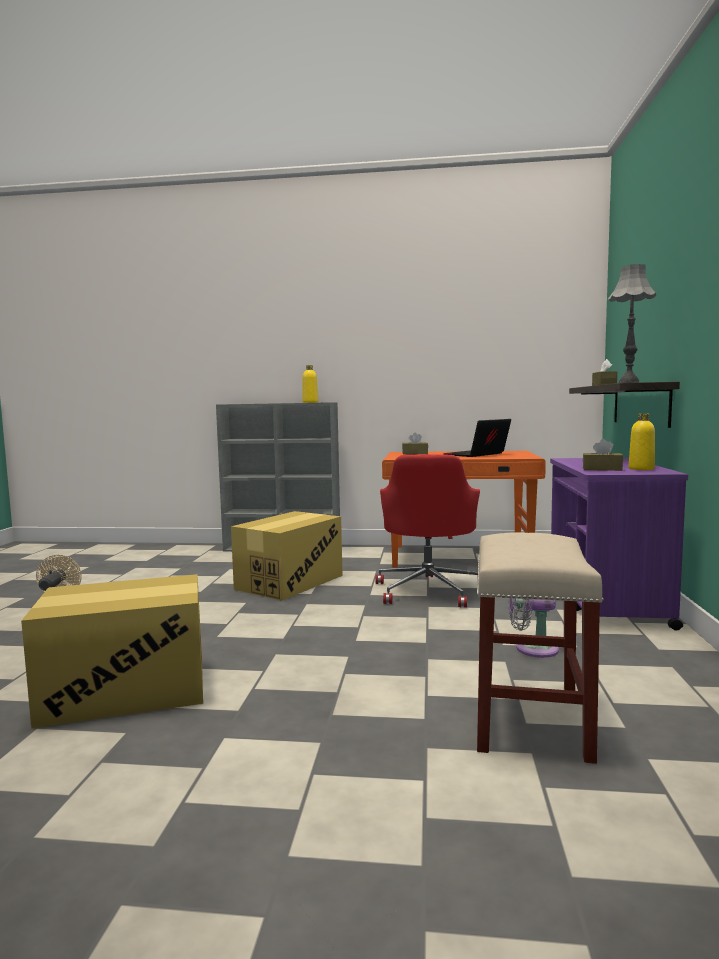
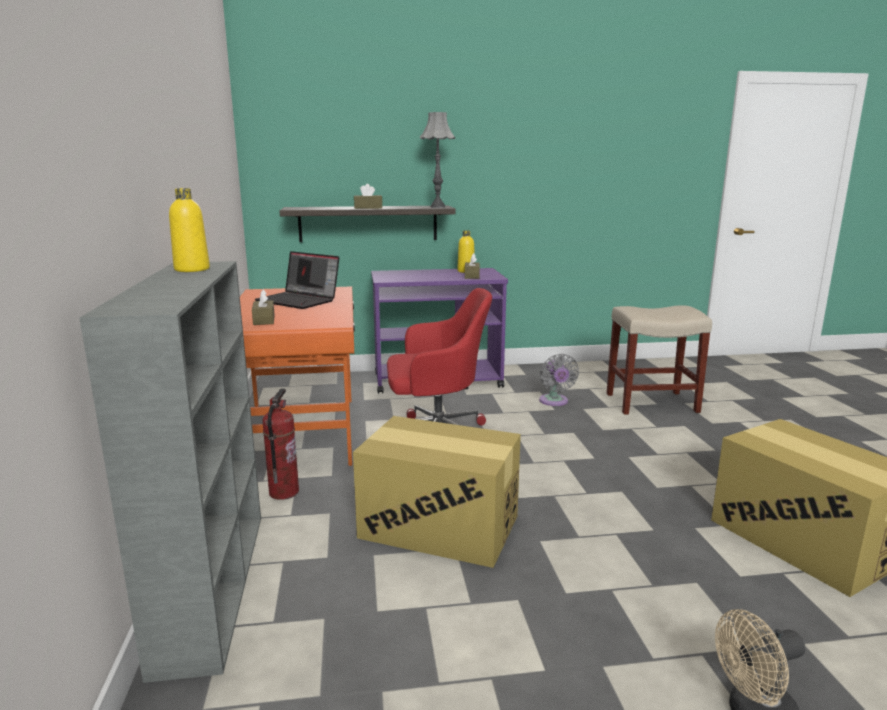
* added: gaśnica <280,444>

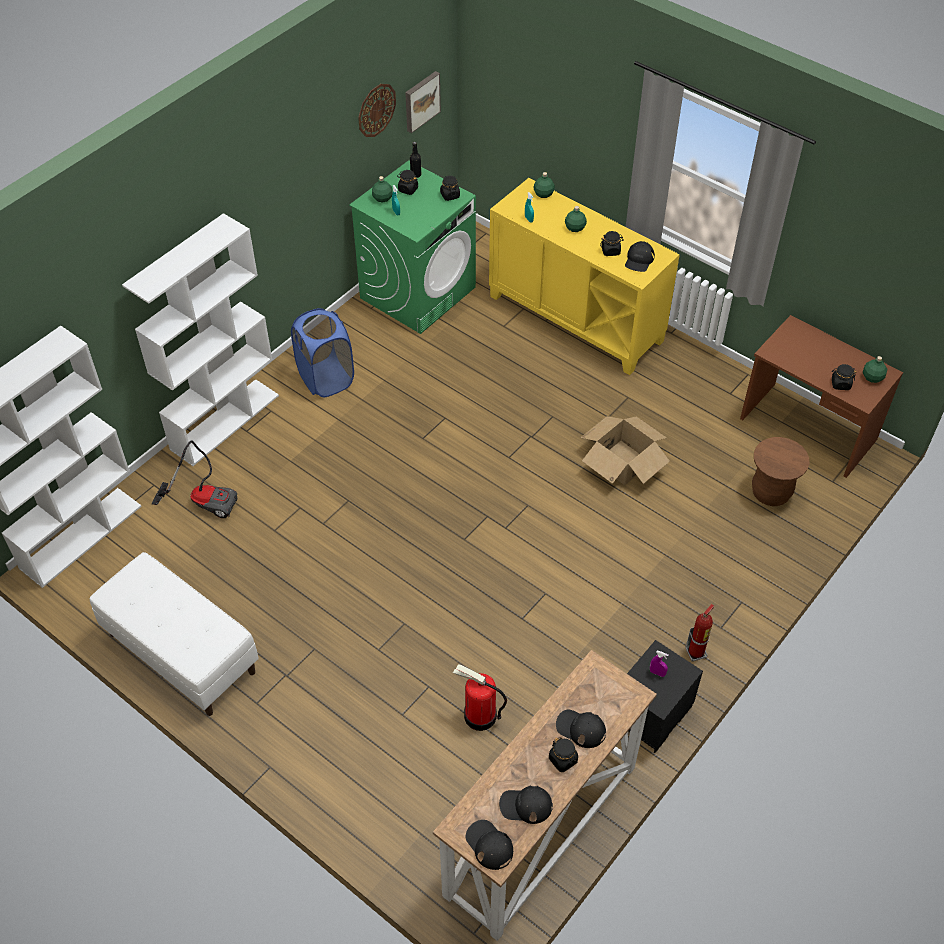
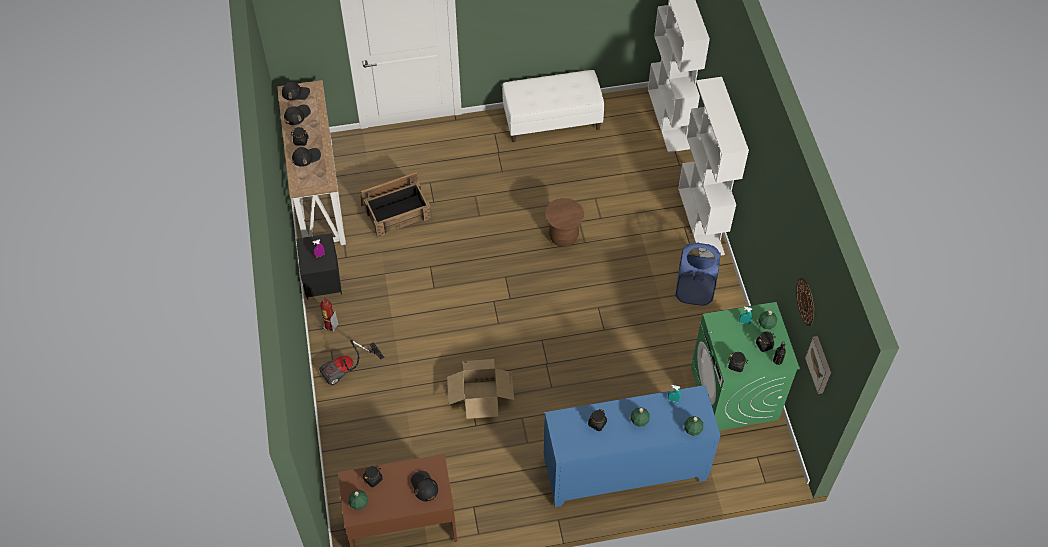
* recoloured: szafka [żółty] <584,276> to szafka [niebieski] <632,446>
* moved: czapka z daszkiem [czarny] <640,256> to <424,486>
* moved: stołek [brązowy] <781,471> to <564,222>
* moved: odkurzacz <194,479> to <352,363>
* replaced: gaśnica <480,697> to skrzynka <396,204>

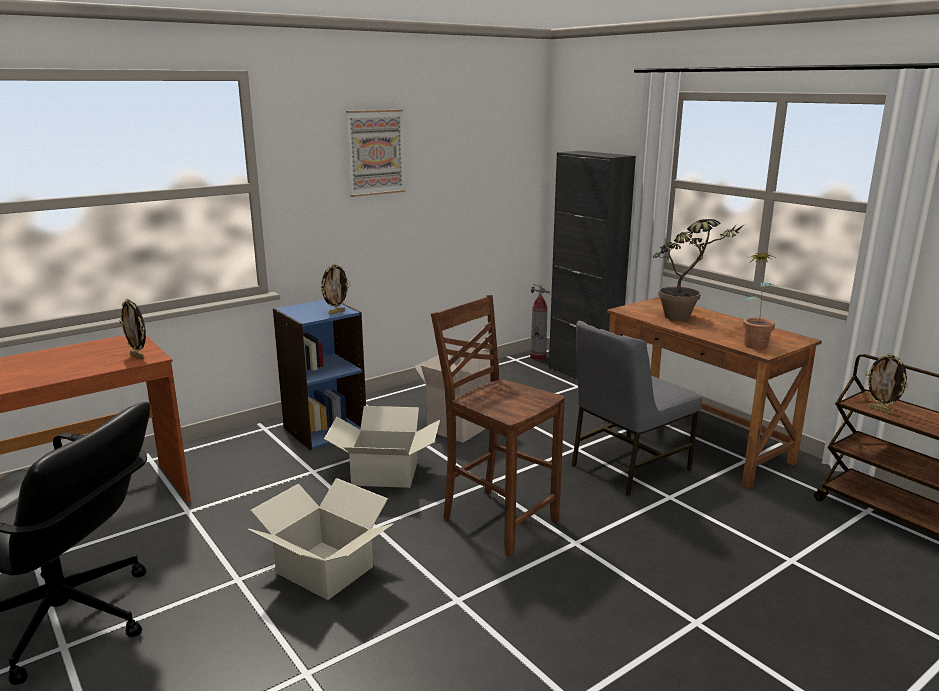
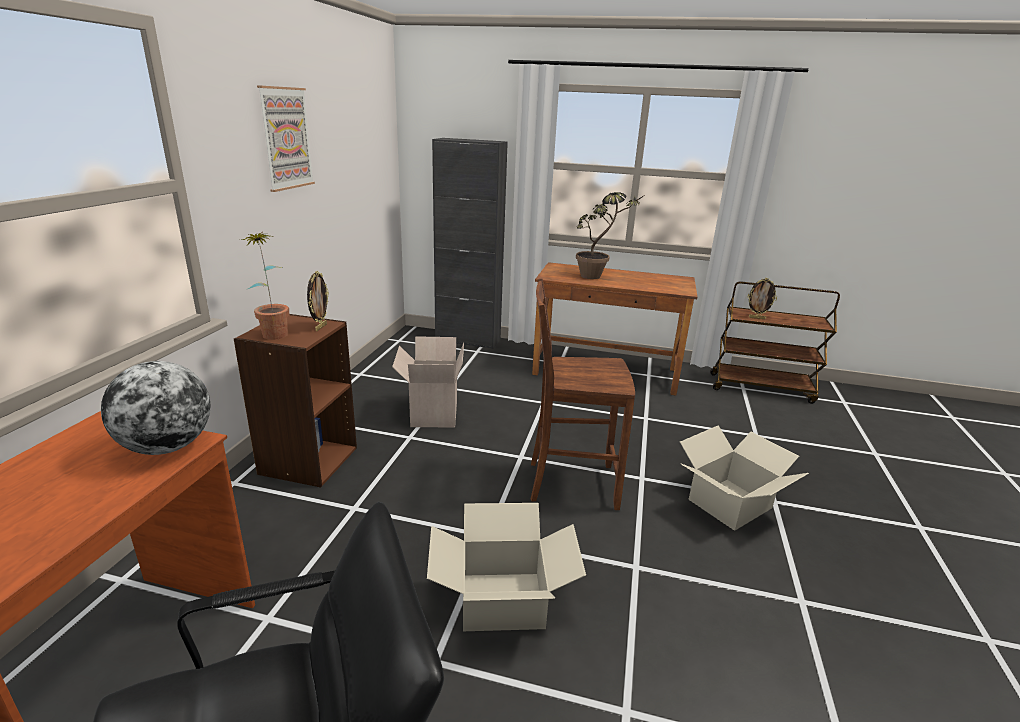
* moved: roślina doniczkowa <759,301> to <266,286>
* removed: gaśnica <540,322>
* replaced: ramka na zdjęcie <133,329> to globus <156,408>
* recoloured: regał [niebieski] <319,374> to regał [brązowy] <295,401>
* removed: krzesło [szary] <637,408>
* moved: karton <382,447> to <744,478>

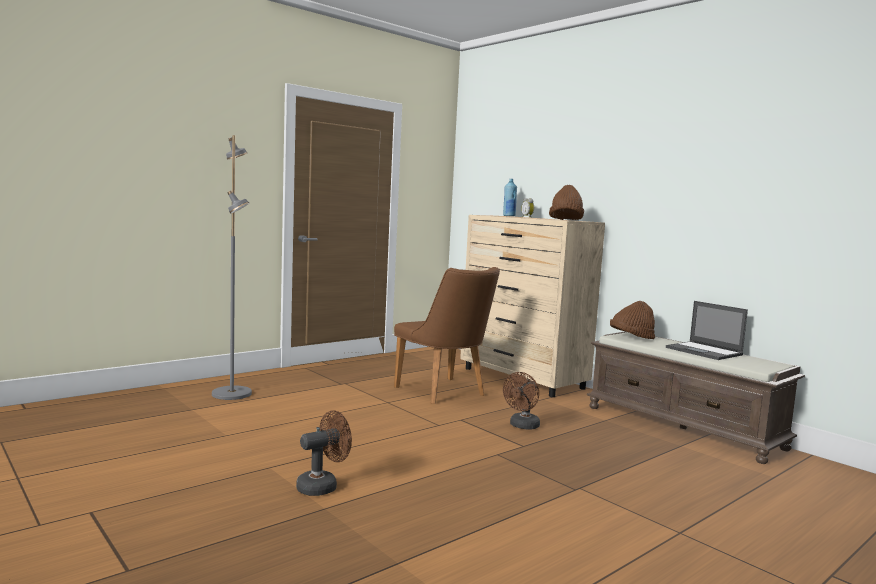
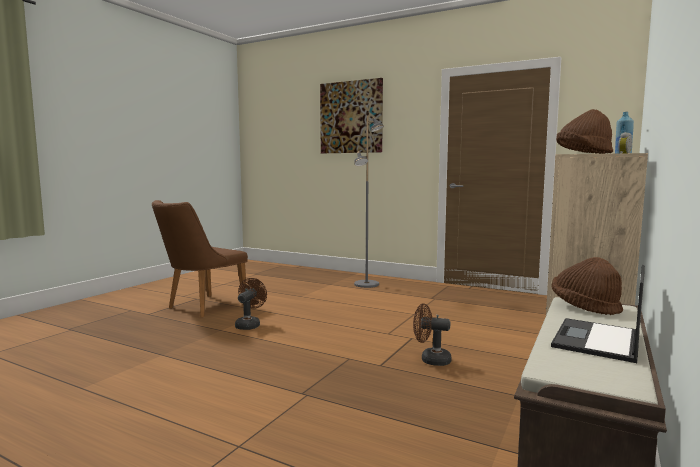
* moved: krzesło [brązowy] <447,335> to <200,258>
* turned: wentylator [brązowy] <324,453> = <251,304> 105 degrees counterclockwise
* added: obraz <351,115>

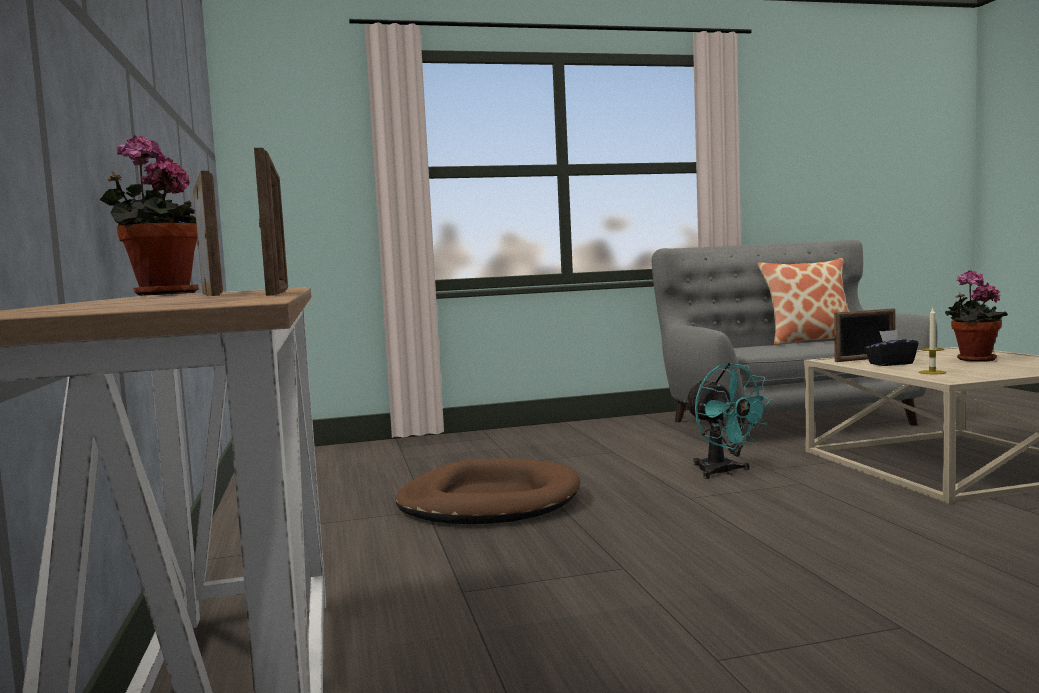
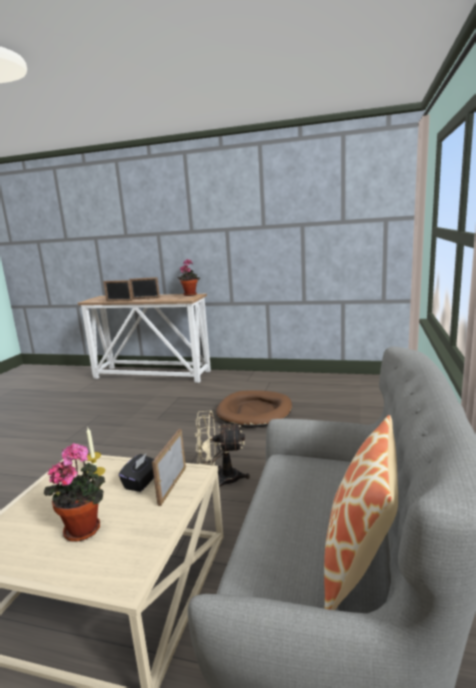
* recoloured: wentylator [turkusowy] <728,421> to wentylator [beżowy] <222,449>

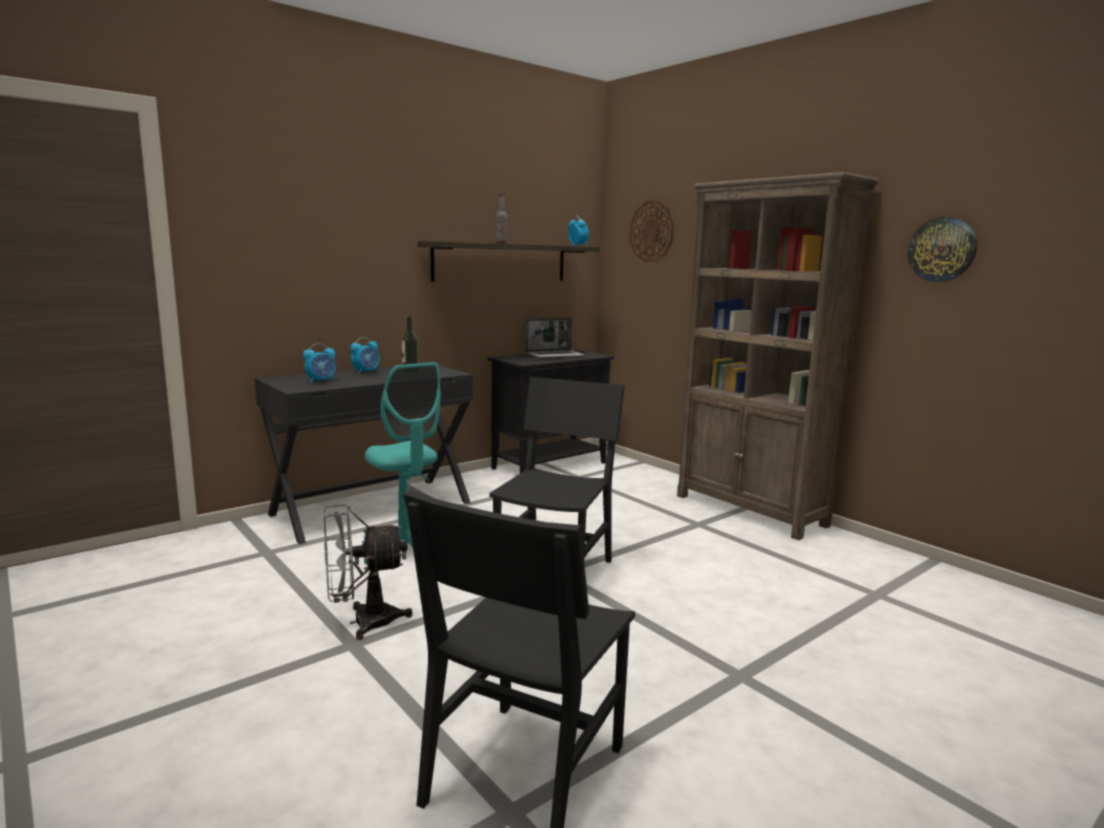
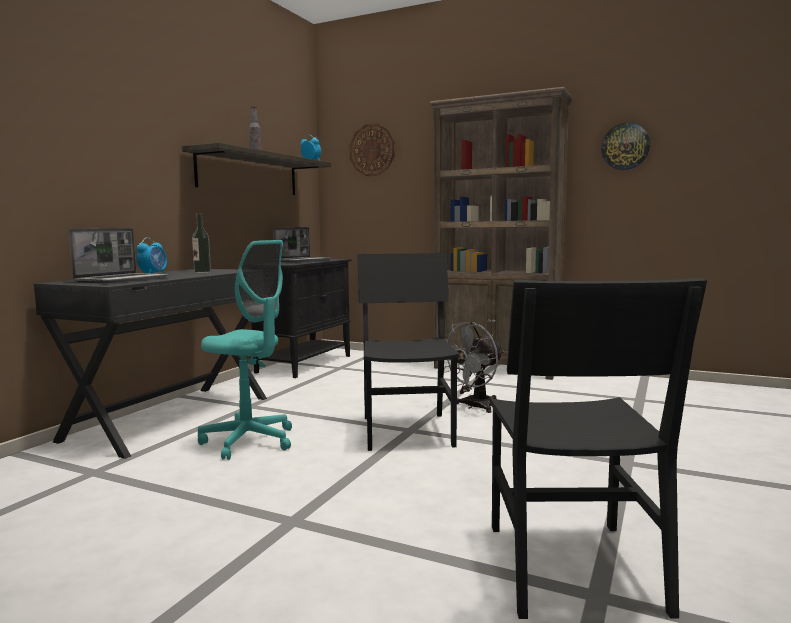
* replaced: budzik <319,363> to laptop <118,255>
* moved: wentylator [szary] <368,572> to <474,367>

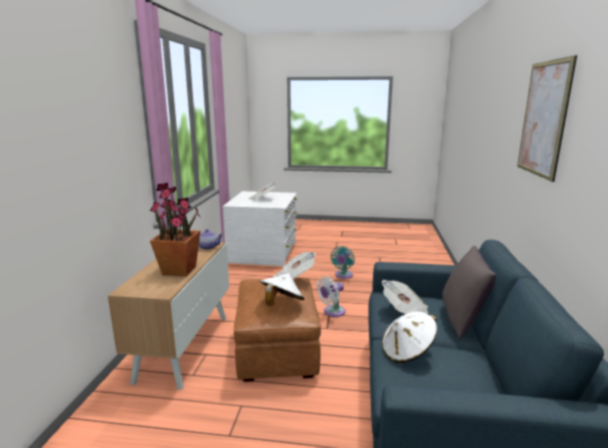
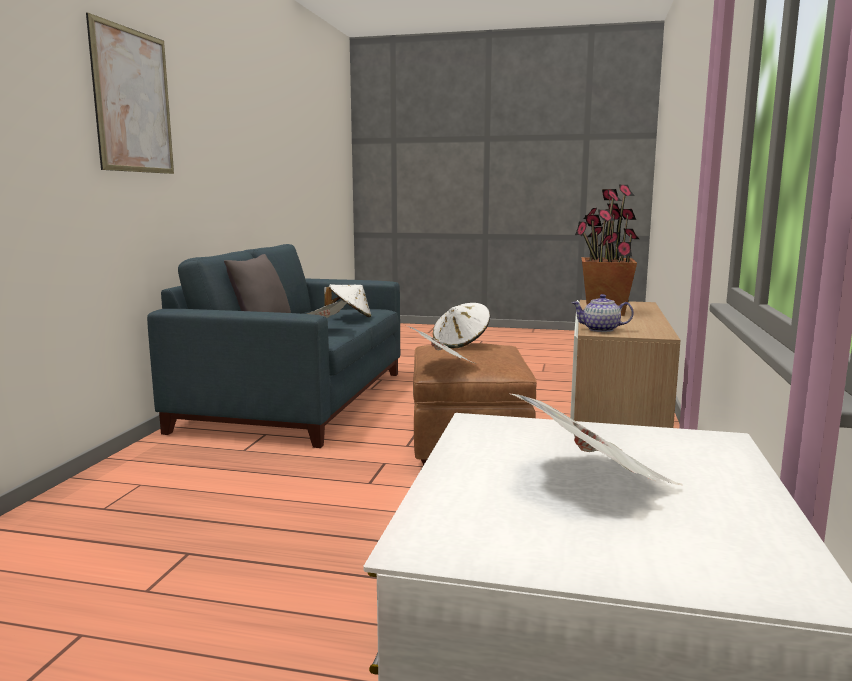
* removed: wentylator [turkusowy] <342,262>
* removed: wentylator [biały] <331,296>

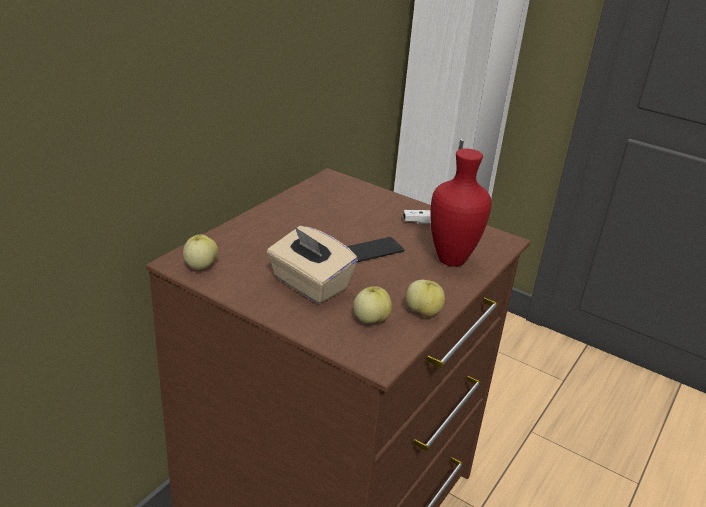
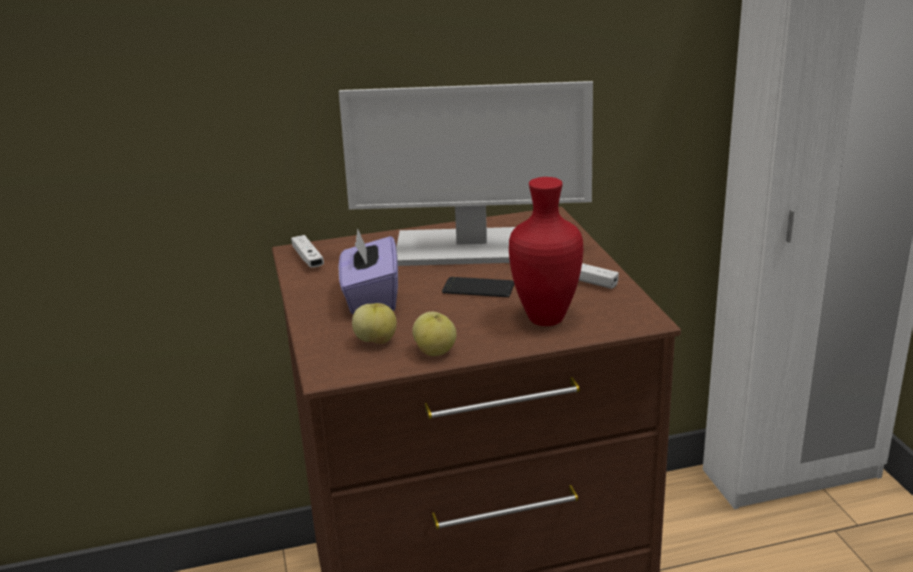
* recoloured: pudełko chusteczek [beżowy] <312,265> to pudełko chusteczek [fioletowy] <368,271>
* replaced: jabłko <200,252> to pad do gier [biały] <307,251>
* added: monitor <466,173>

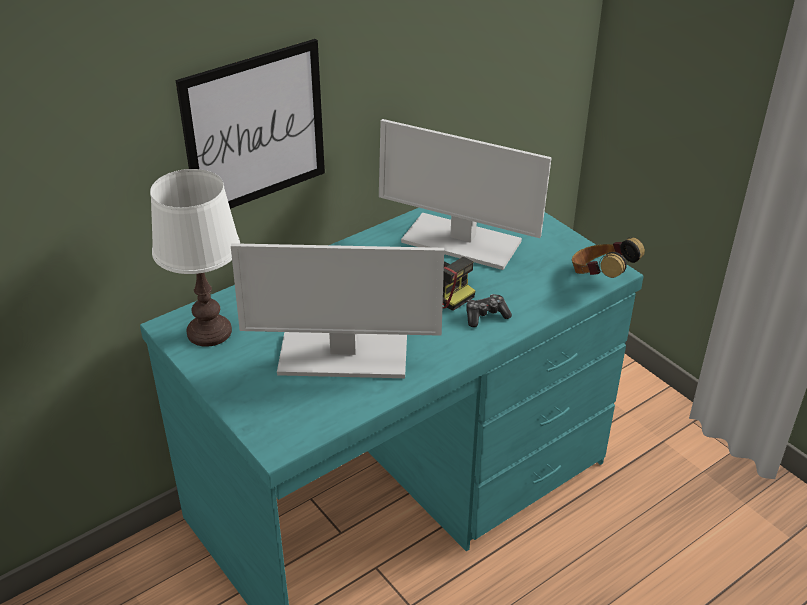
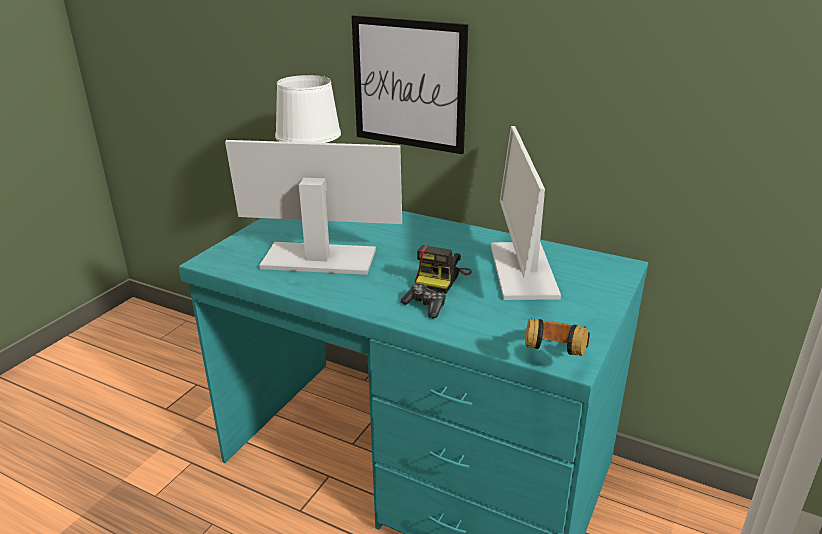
* turned: monitor <337,310> = <313,207> 120 degrees clockwise

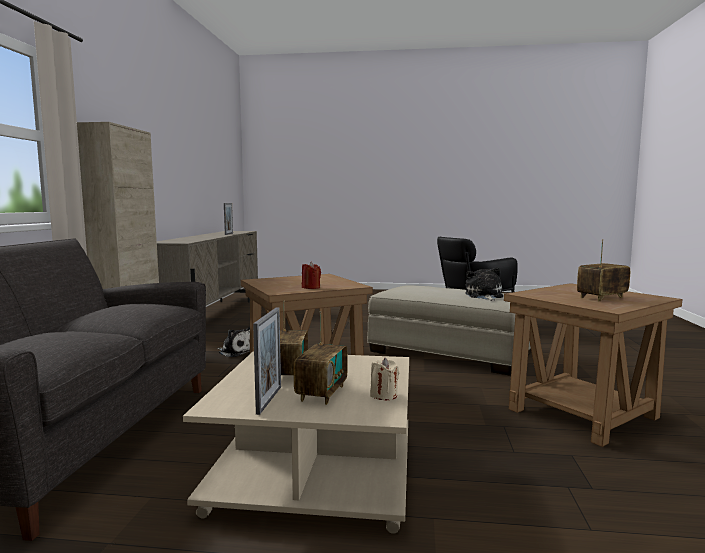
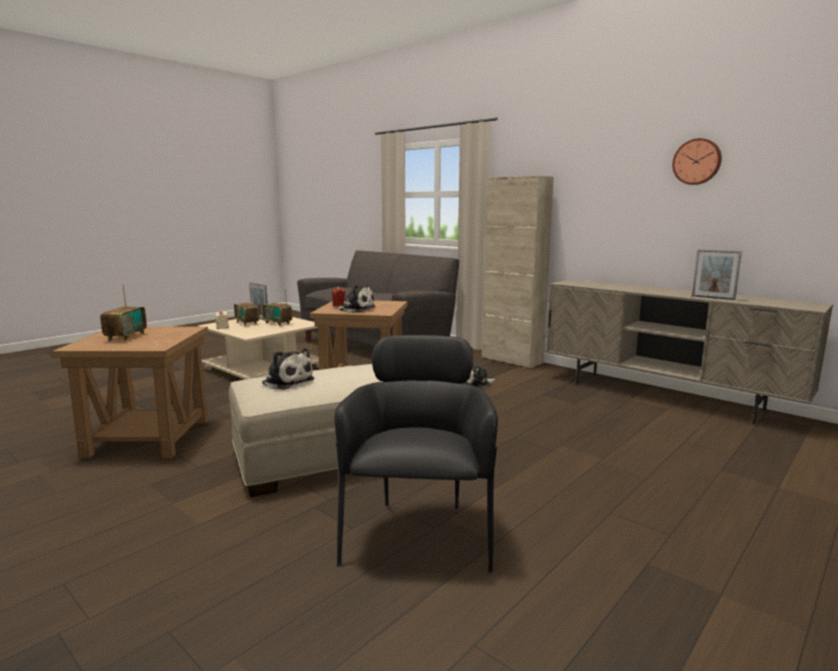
* added: zegar ścienny <697,161>
* added: pluszak <355,299>

